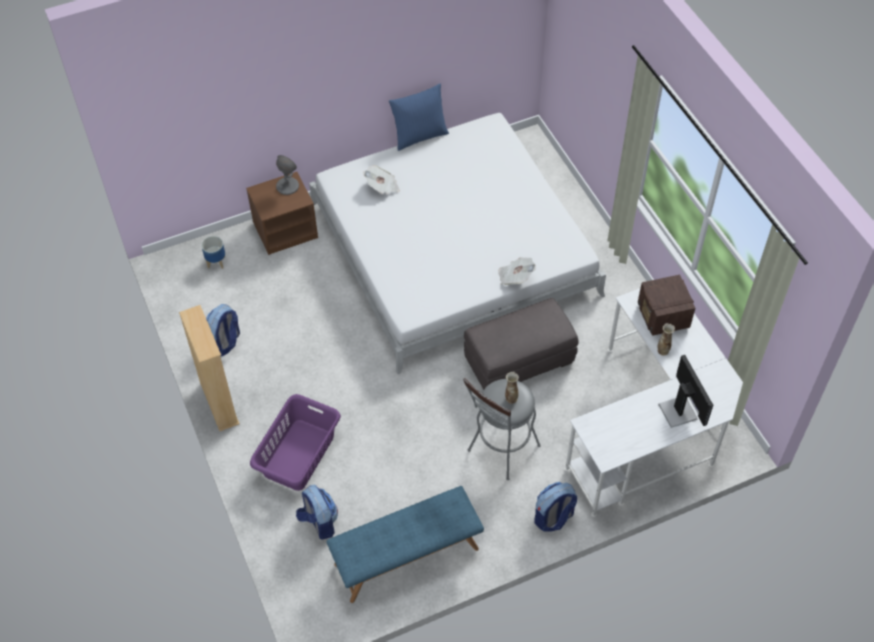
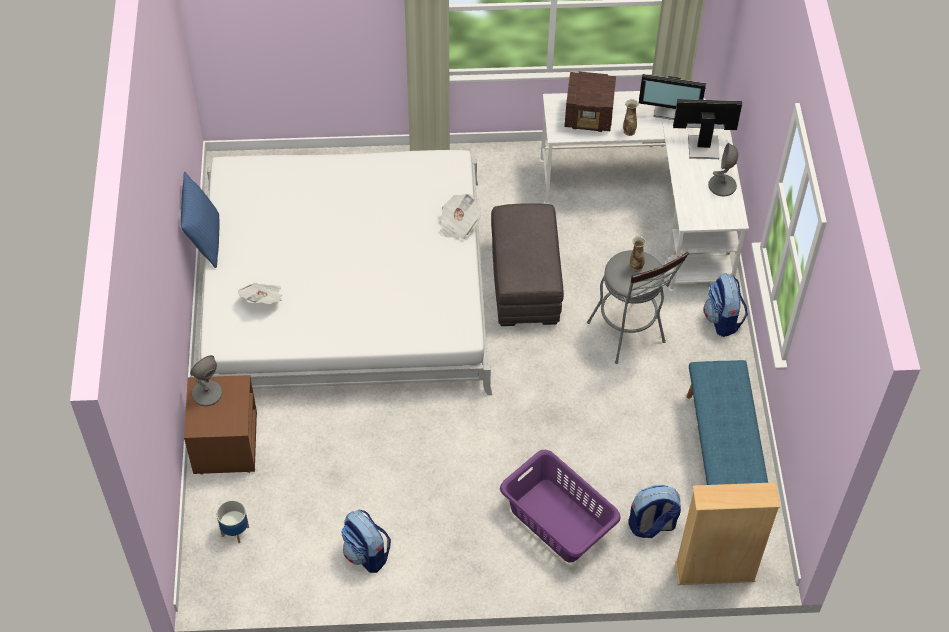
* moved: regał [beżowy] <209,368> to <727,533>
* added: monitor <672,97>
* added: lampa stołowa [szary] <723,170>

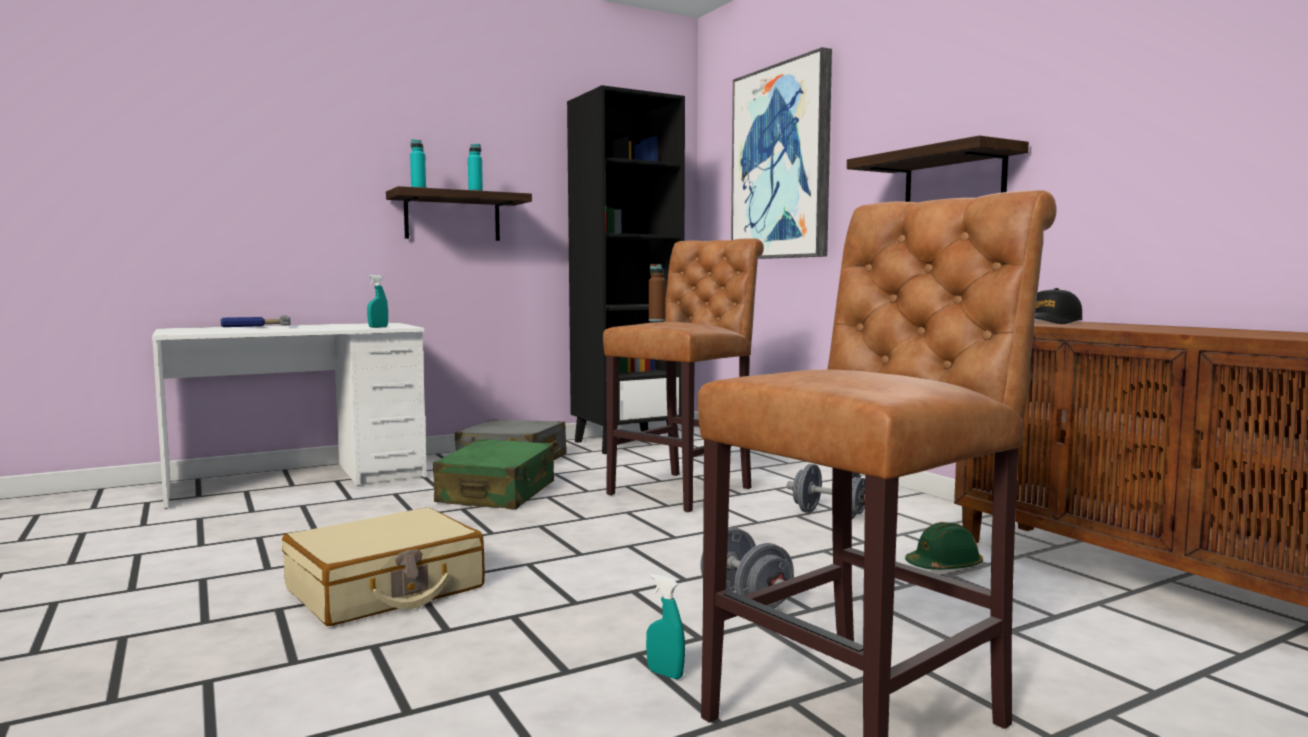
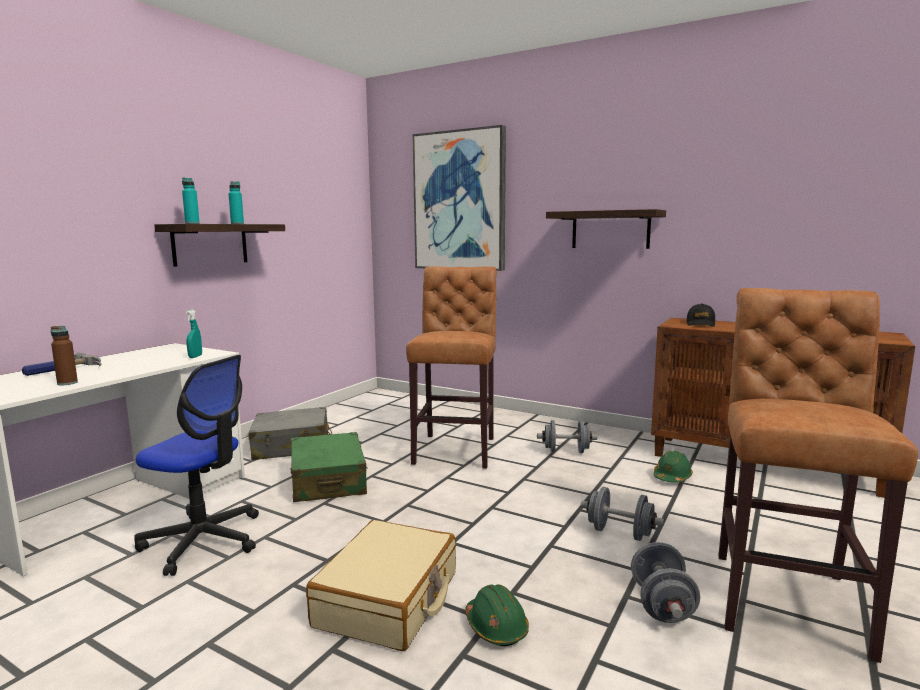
* removed: regał [czarny] <626,269>
* moved: butelka [brązowy] <657,293> to <64,355>
* replaced: spryskiwacz [turkusowy] <665,627> to hantel [szary] <665,582>
* added: krzesło biurowe <196,465>
* added: kask [zielony] <497,615>

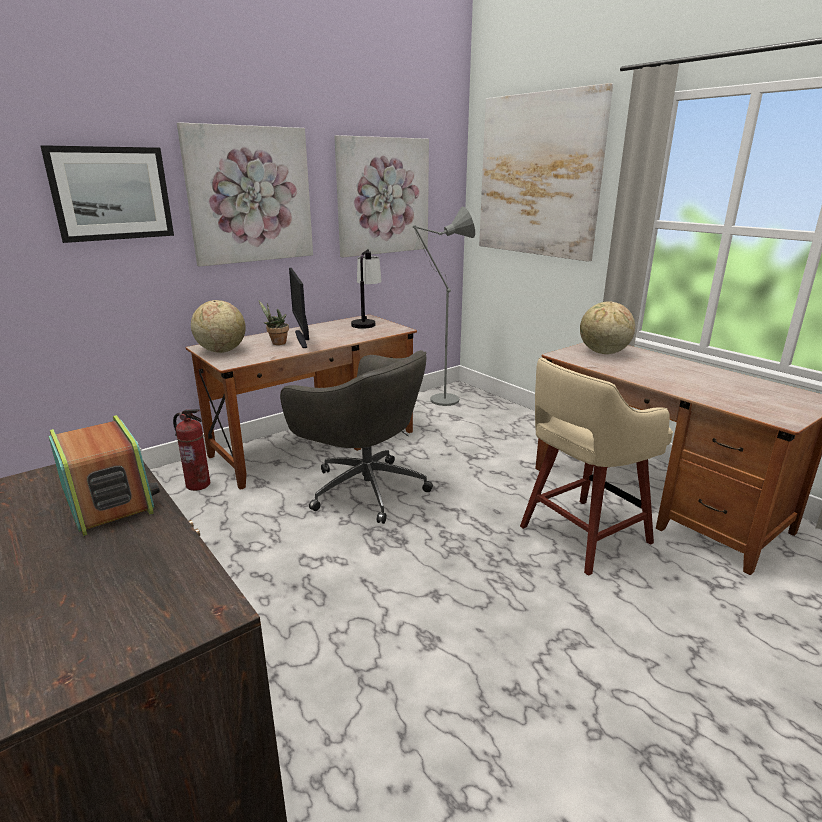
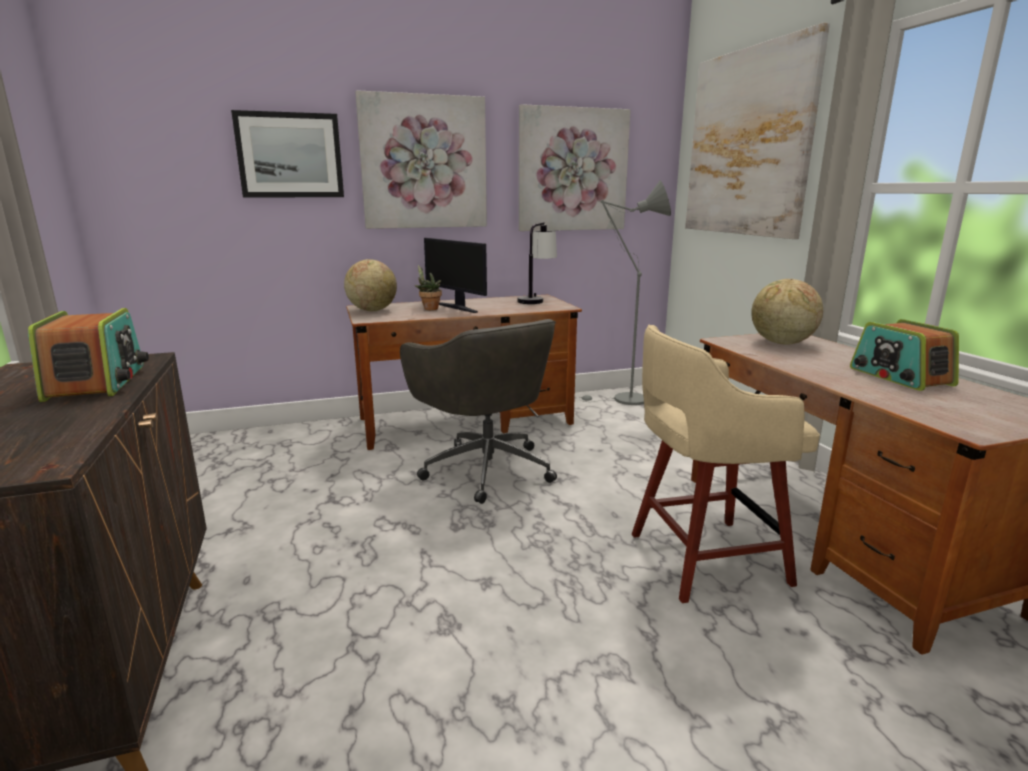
* turned: monitor <299,308> = <455,275> 45 degrees counterclockwise
* removed: gaśnica <191,450>
* added: radio <904,355>

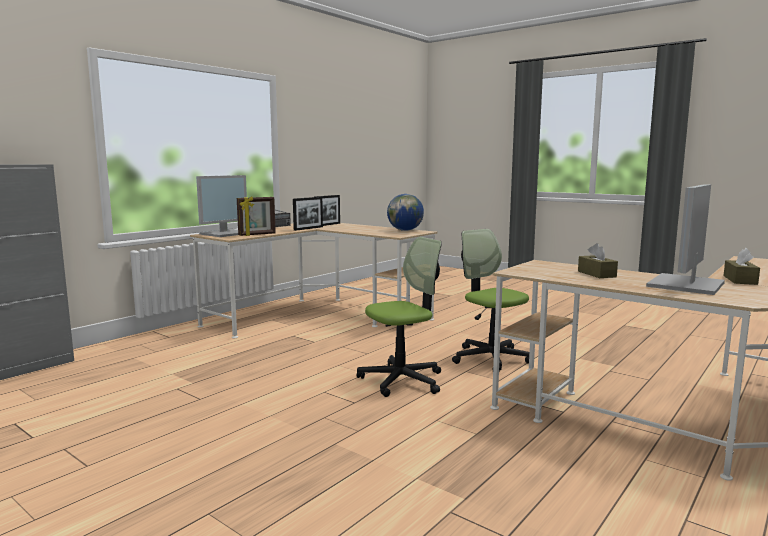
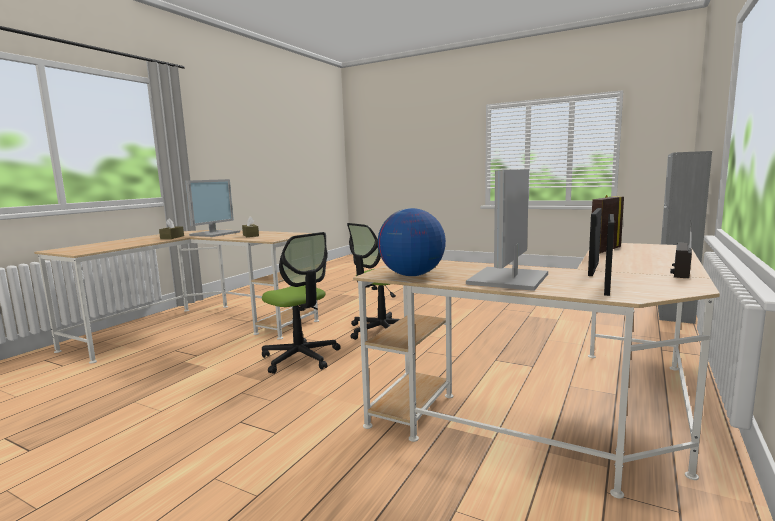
* moved: monitor <221,206> to <507,230>

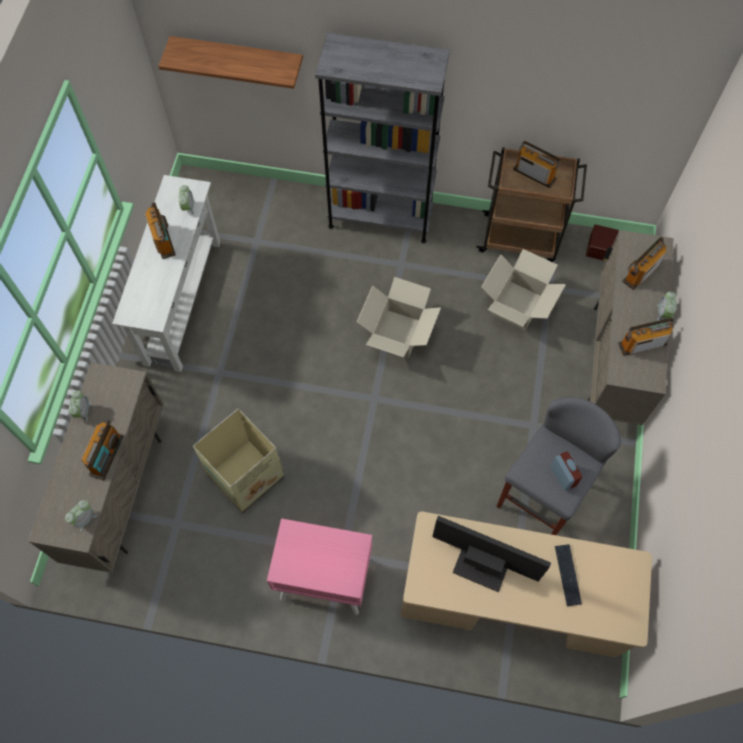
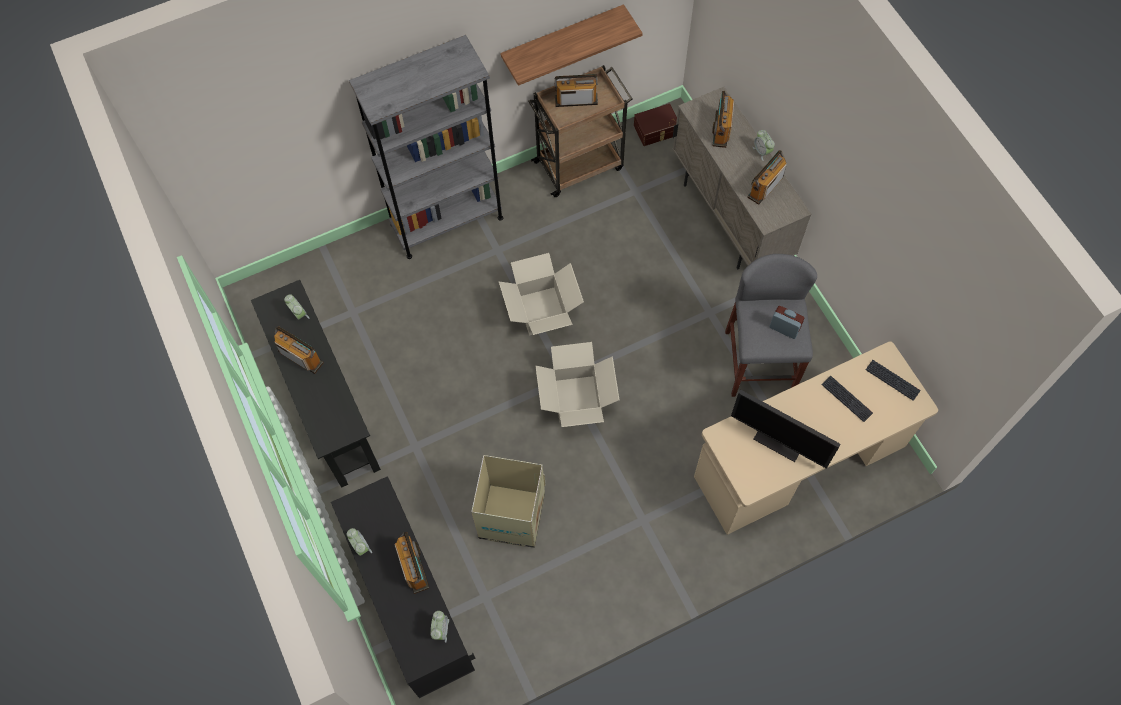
* moved: półka <230,62> to <571,45>
* recoloured: stolik konsolowy [biały] <166,273> to stolik konsolowy [czarny] <316,384>
* moved: karton <523,289> to <578,384>
* recoloured: szafka [beżowy] <96,467> to szafka [czarny] <403,587>
* turned: monitor <491,554> = <786,429> 135 degrees counterclockwise
* removed: szafka nocna [różowy] <319,566>
* added: klawiatura <893,380>

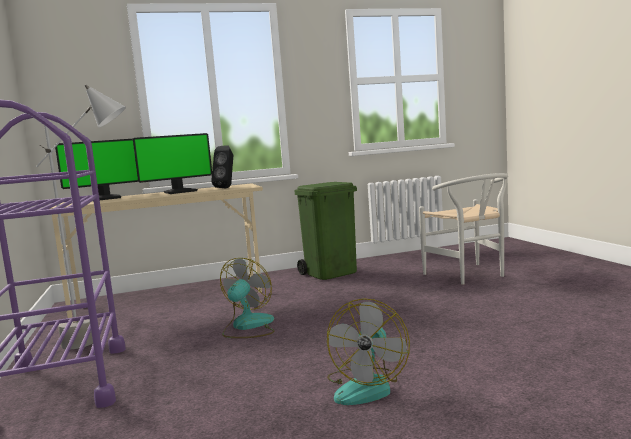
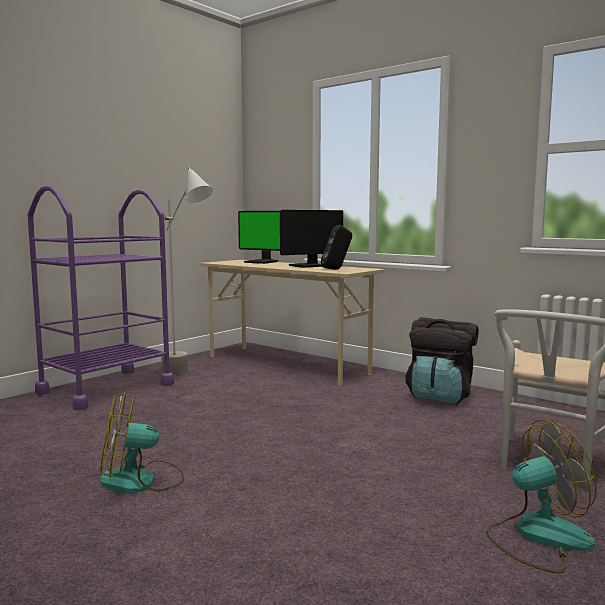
* turned: monitor <172,163> = <311,239> 120 degrees clockwise
* replaced: kosz na śmieci [zielony] <325,231> to plecak [czarny] <441,360>
* moved: wentylator <247,298> to <541,496>

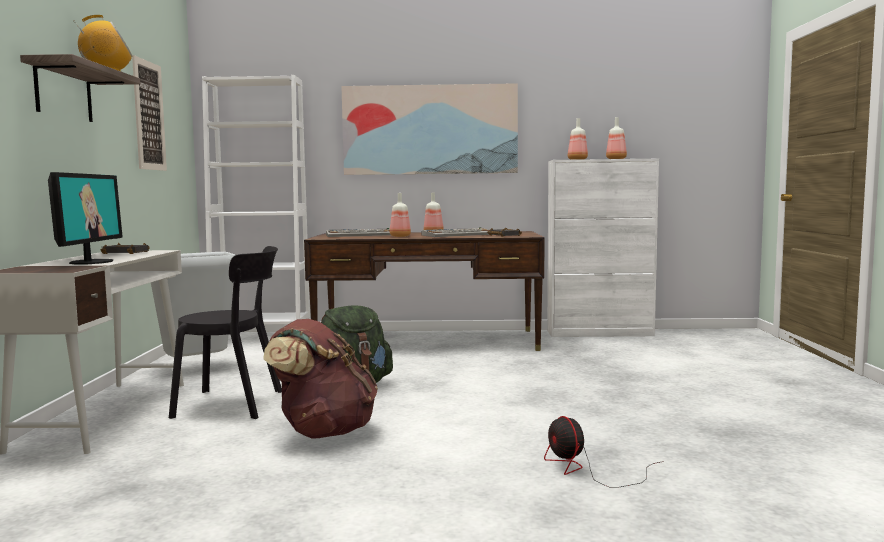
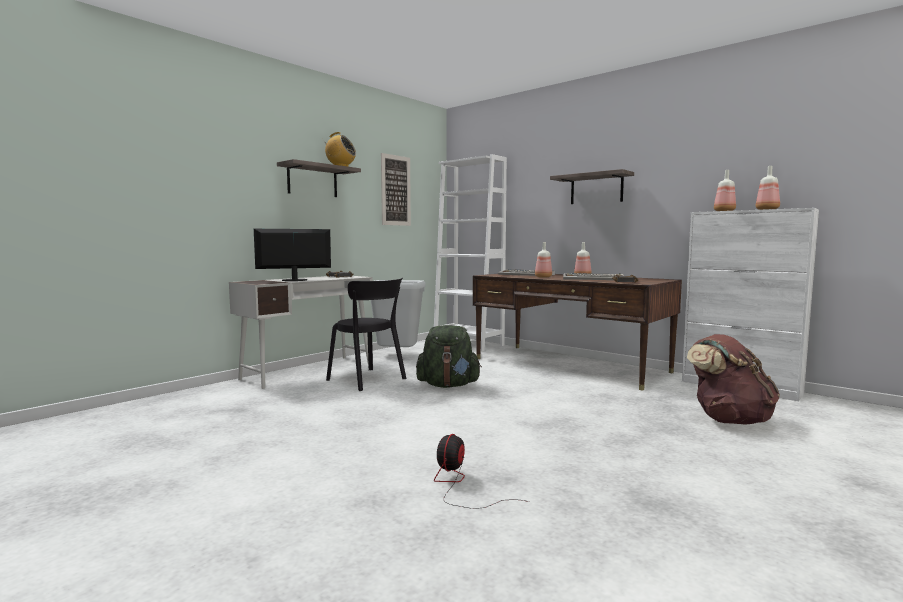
* replaced: obraz <429,129> to półka <592,186>
* turned: monitor <85,218> = <292,255> 150 degrees counterclockwise
* moved: plecak [brązowy] <320,378> to <733,379>

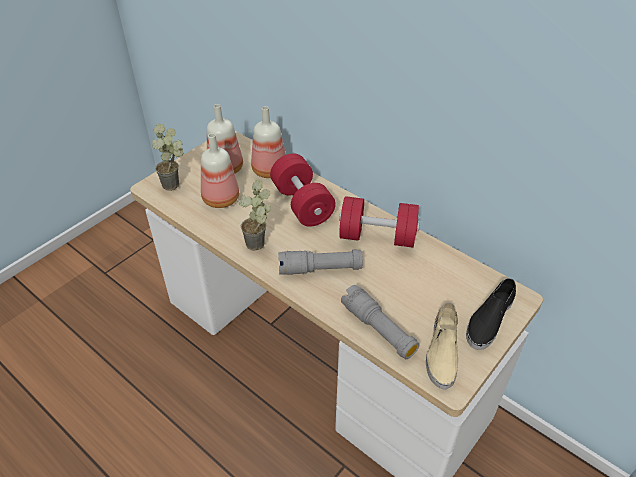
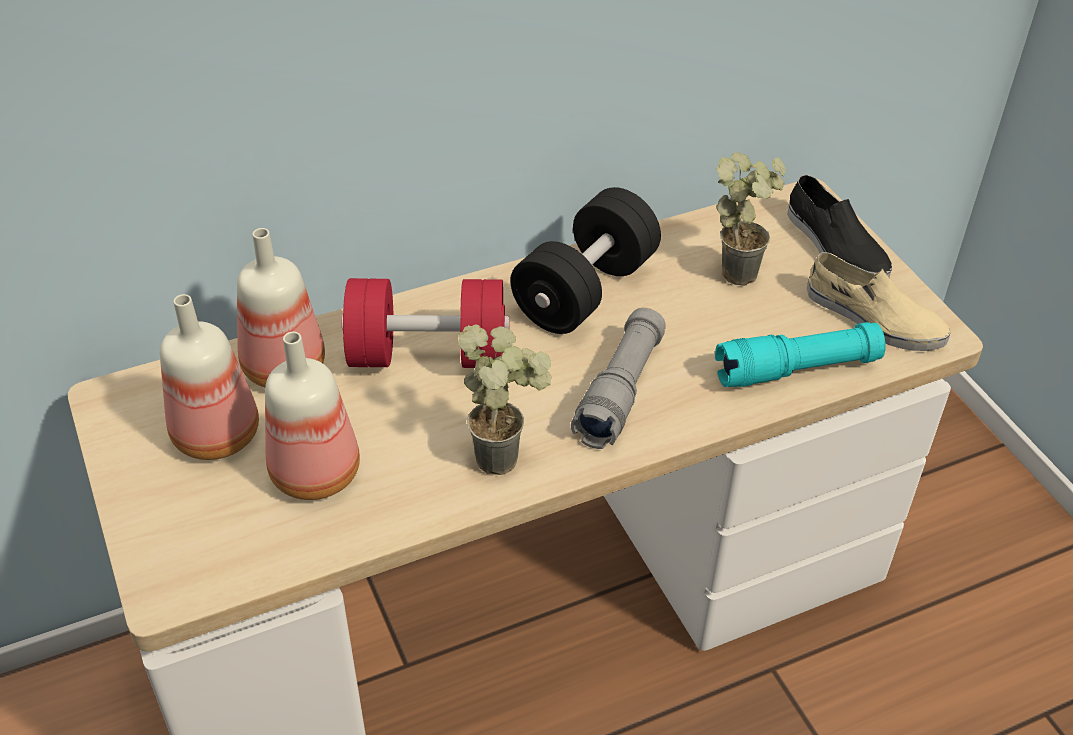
* moved: roślina doniczkowa <167,157> to <751,219>
* recoloured: hantel [czerwony] <379,222> to hantel [czarny] <586,260>
* recoloured: latarka [szary] <380,322> to latarka [turkusowy] <800,354>

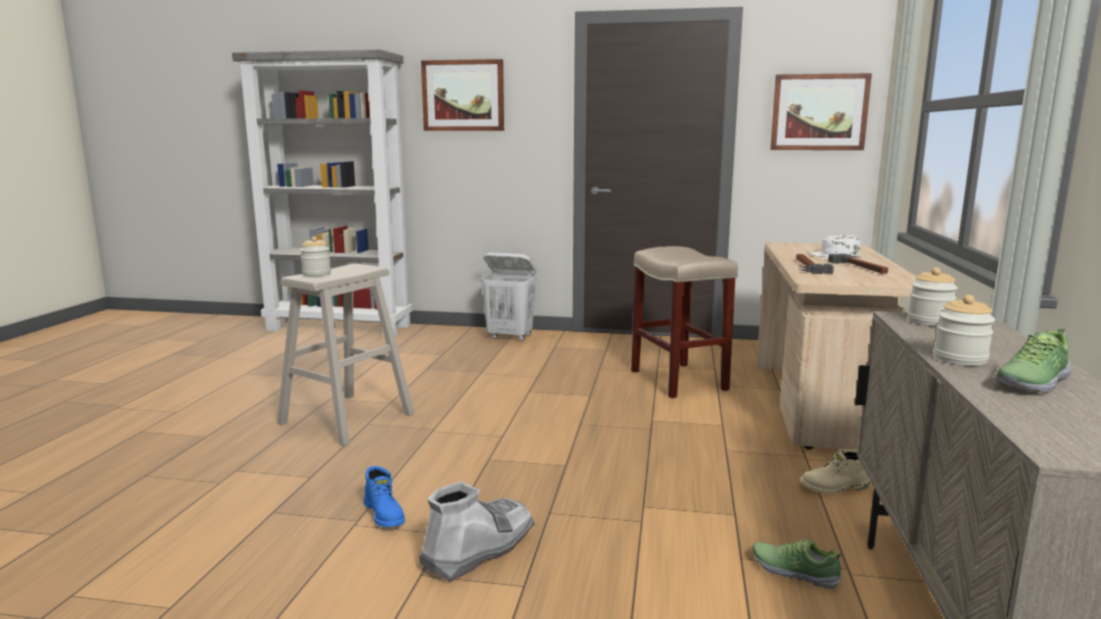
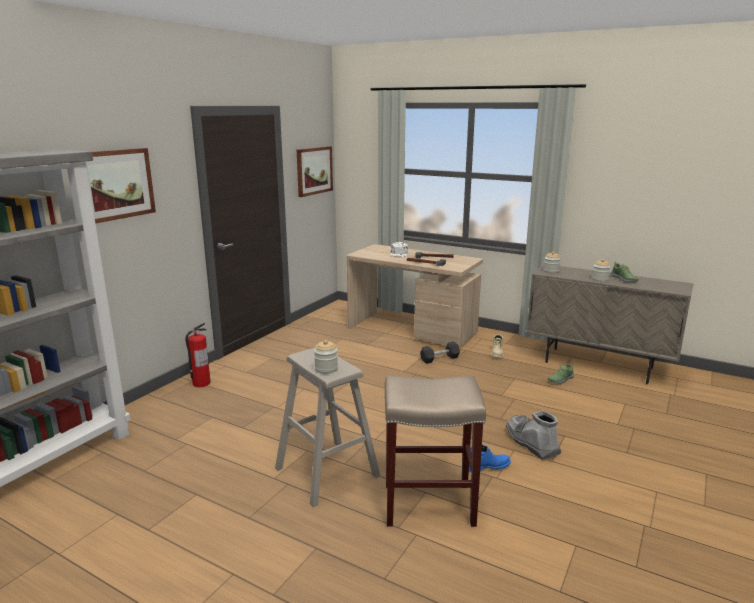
* moved: stołek [beżowy] <684,322> to <435,451>
* replaced: kosz na pranie [biały] <509,296> to gaśnica <198,355>
* added: hantel [szary] <440,352>

